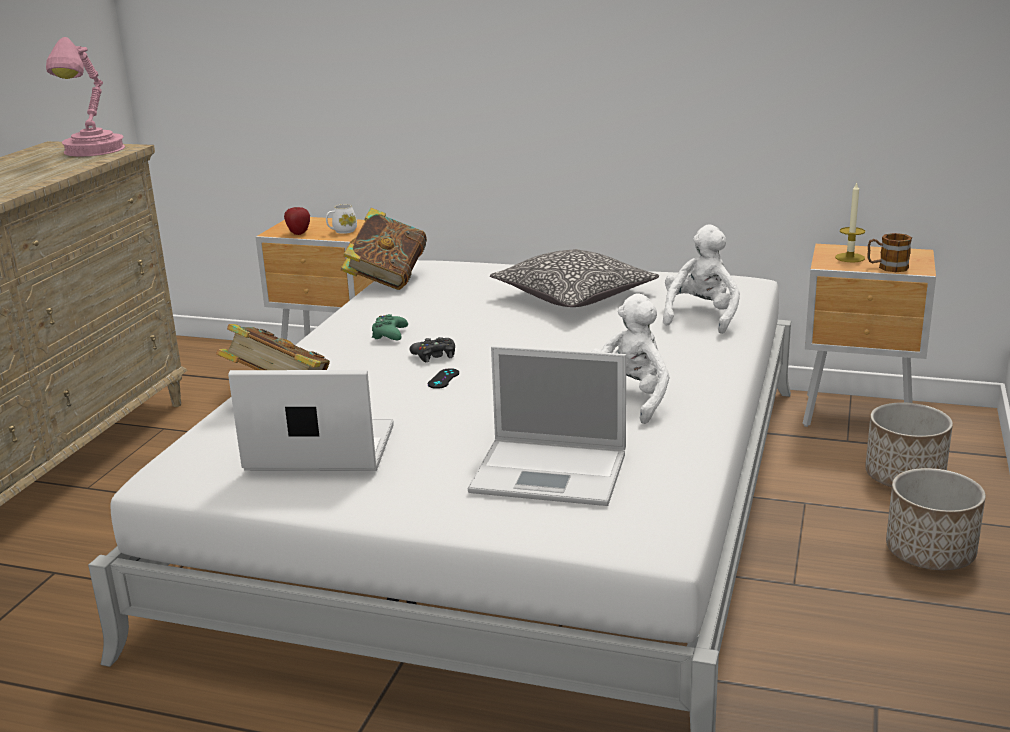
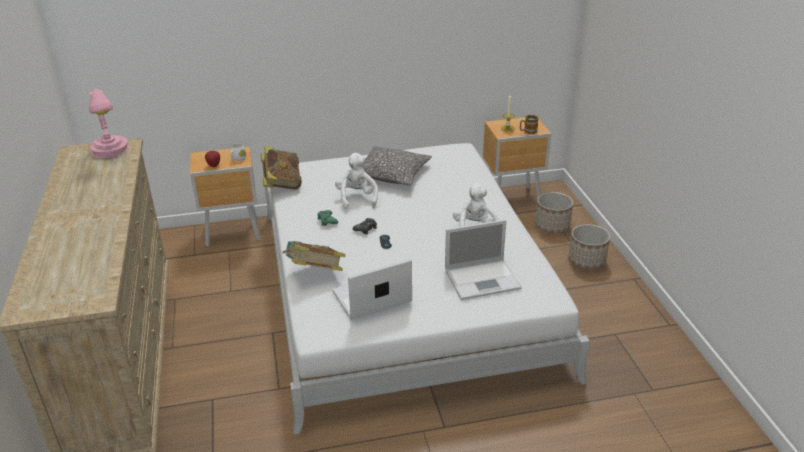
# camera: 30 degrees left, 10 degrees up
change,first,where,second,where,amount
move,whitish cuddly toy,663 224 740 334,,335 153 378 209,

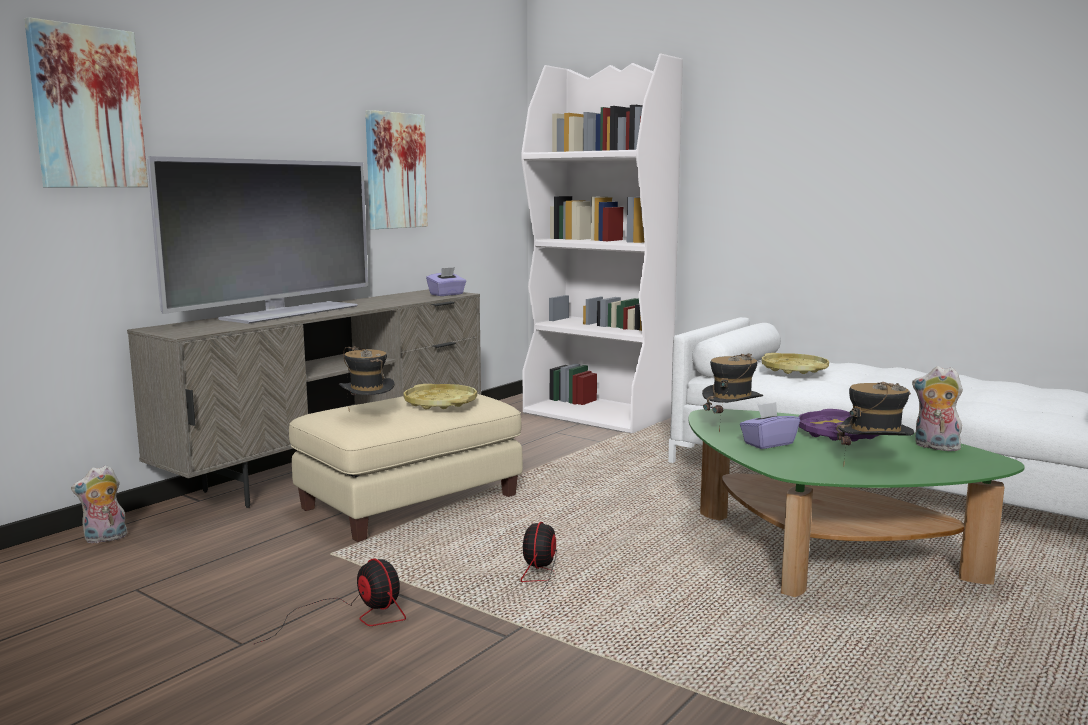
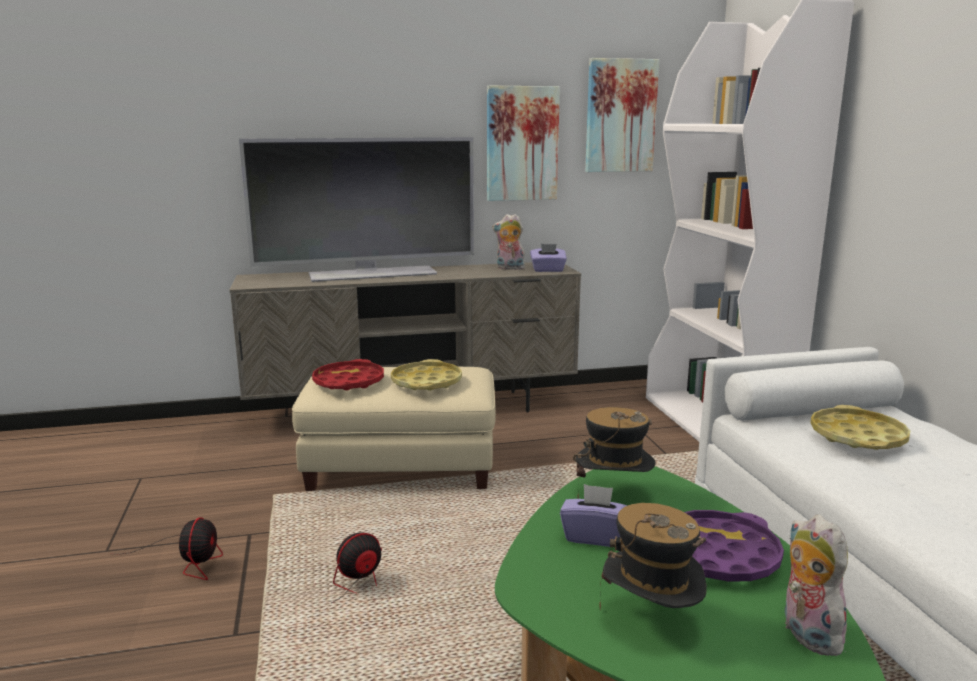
# camera: 40 degrees right, 5 degrees up
change,first,where,second,where,amount
move,picture,24 17 148 188,,585 58 659 172,
replace,wearable hat,339 346 395 409,red-coloured carrying tray,312 359 384 390,
move,cuddly toy,71 465 127 543,,492 214 525 270,

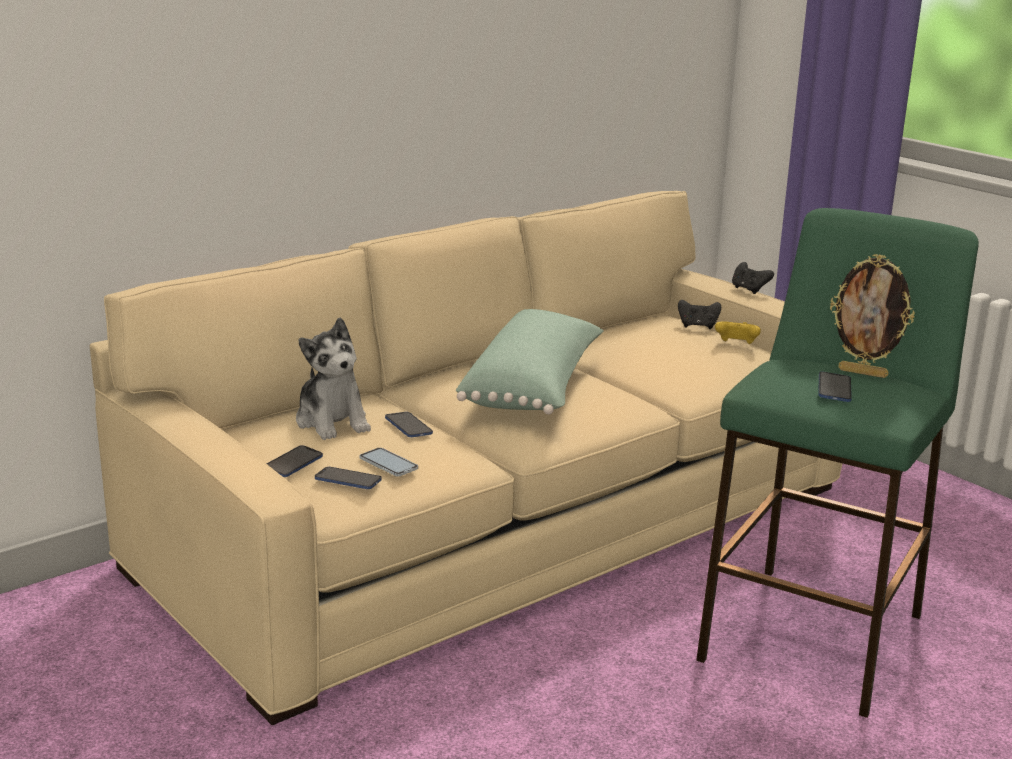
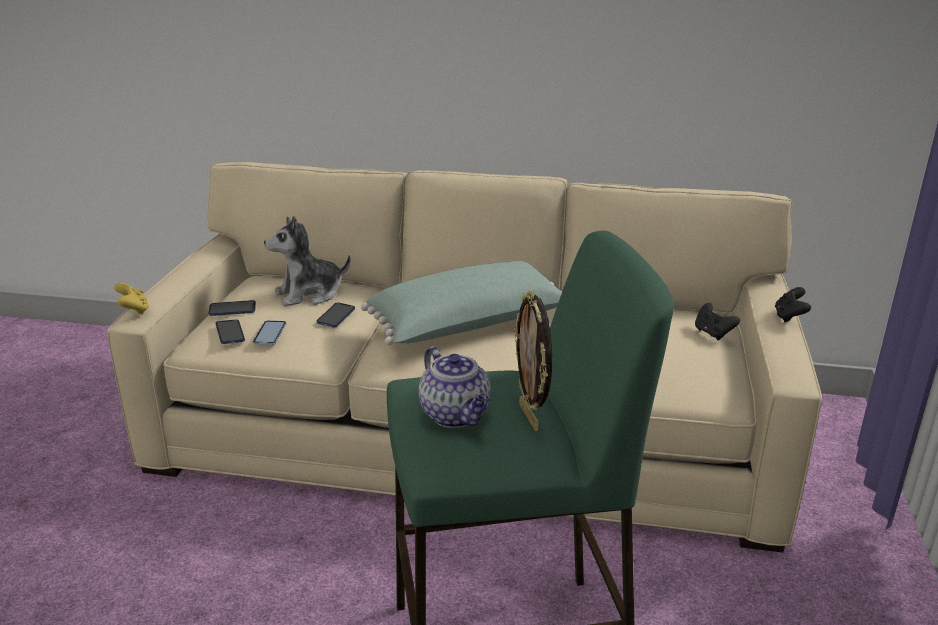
# camera: 50 degrees right, 5 degrees up
change,first,where,second,where,amount
rotate,cuddly toy,296 317 371 440,,264 216 351 307,45 degrees clockwise
move,yellowish gamepad,715 322 761 344,,114 283 149 315,
replace,telephone,818 372 852 402,pot for tea,419 346 491 428,

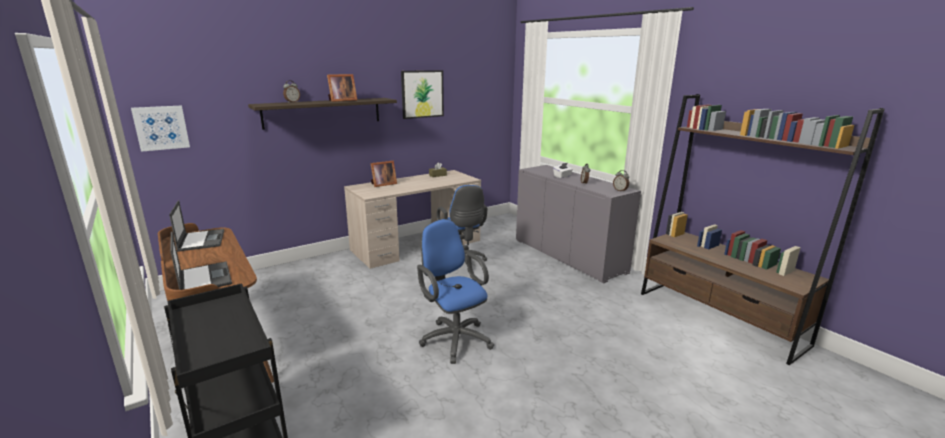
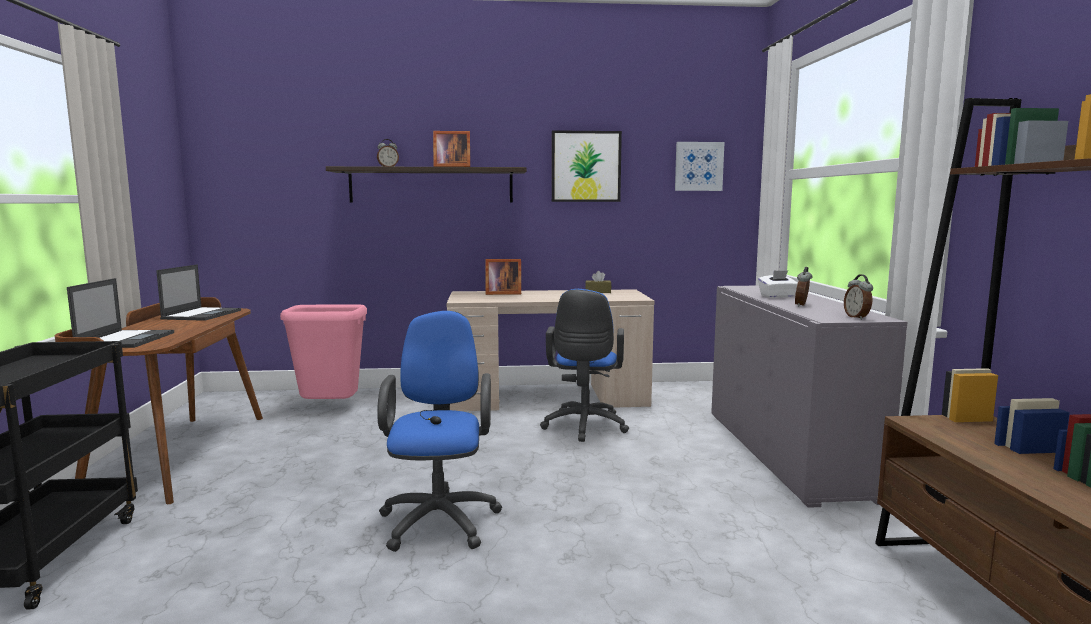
# camera: 30 degrees right, 10 degrees down
change,first,where,second,where,amount
move,picture,131 105 190 152,,675 142 725 191,
insert,,,pink trash can,280 305 367 399,

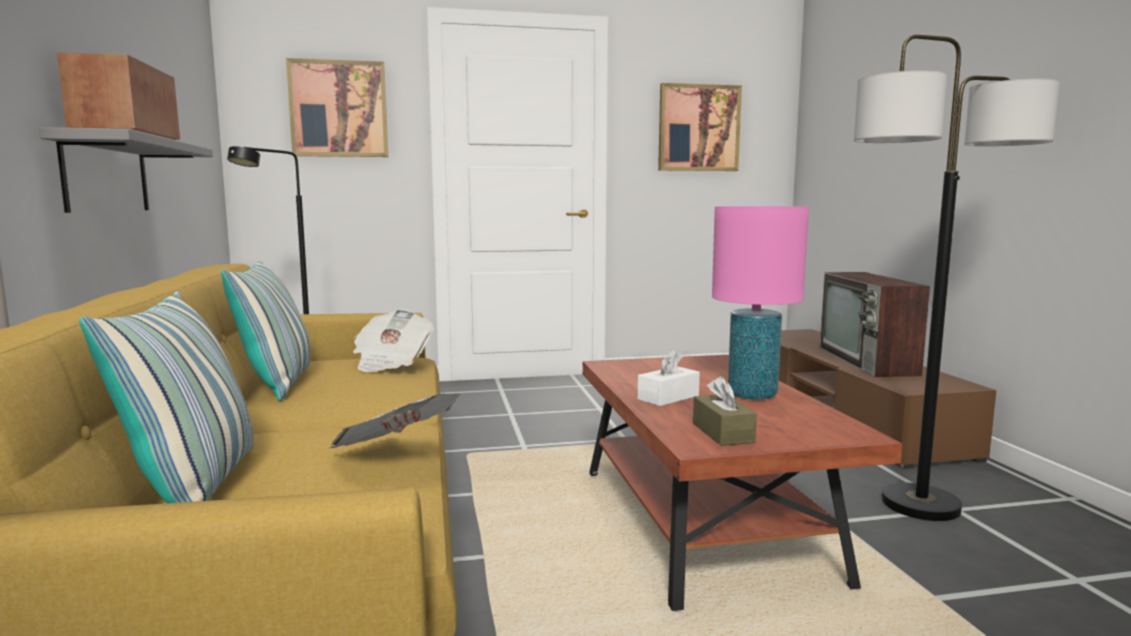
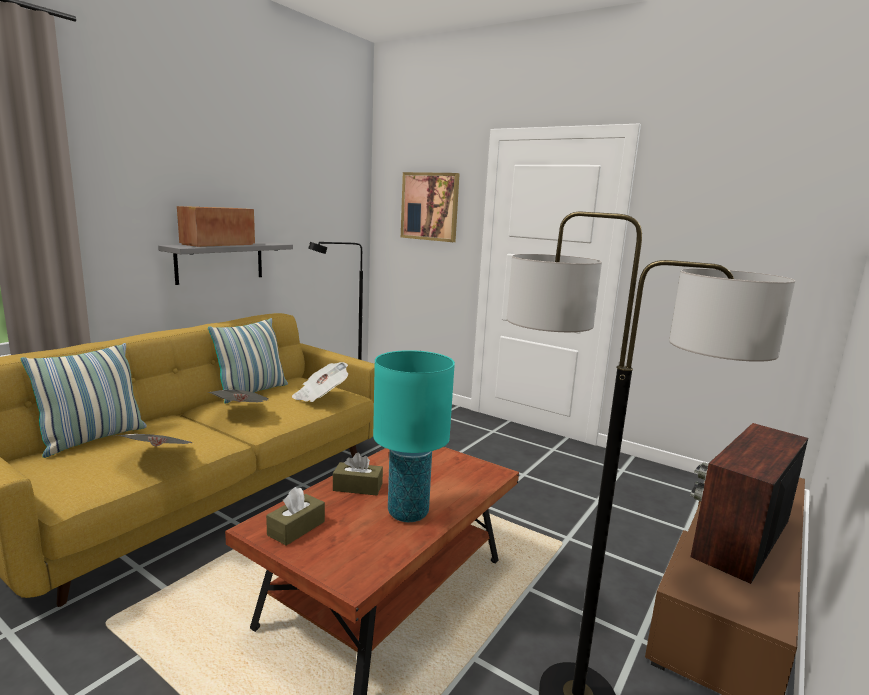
# camera: 45 degrees right, 5 degrees up
change,first,where,second,where,amount
delete,picture,658 83 742 171,,,
recolor,pink lamp for a table,712 206 809 400,blue-green lamp for a table,373 350 455 522,
recolor,whitish tissue holder,638 349 700 406,brown-coloured tissue holder,333 453 383 496,
insert,,,printed paper,207 390 269 402,

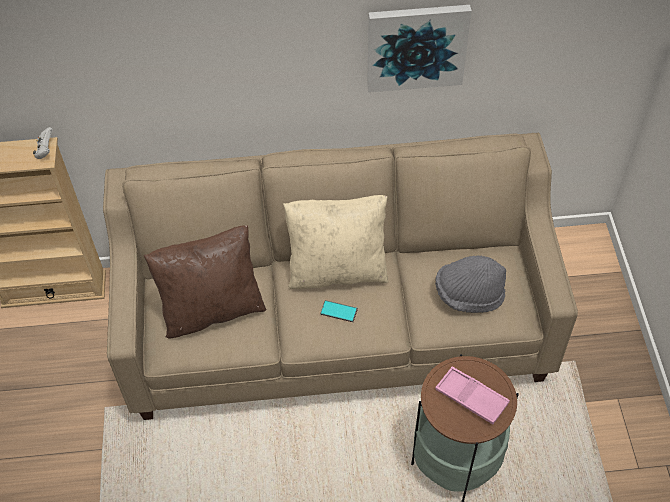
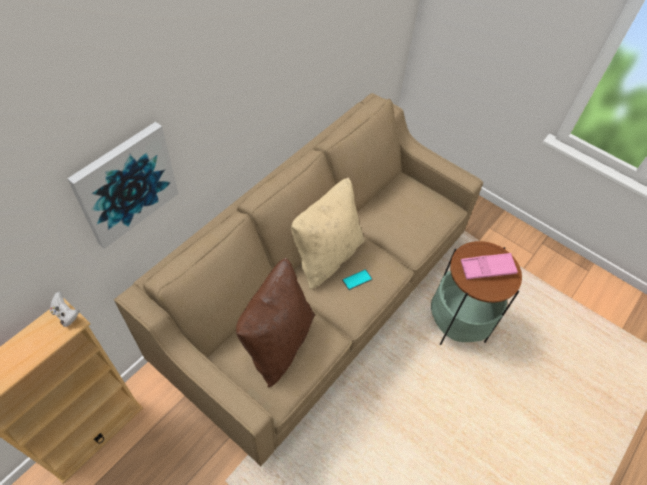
# camera: 50 degrees left, 0 degrees up
change,first,where,second,where,amount
move,picture,367 5 472 93,,67 122 179 249,
delete,greyish wearable hat,435 256 506 313,,,

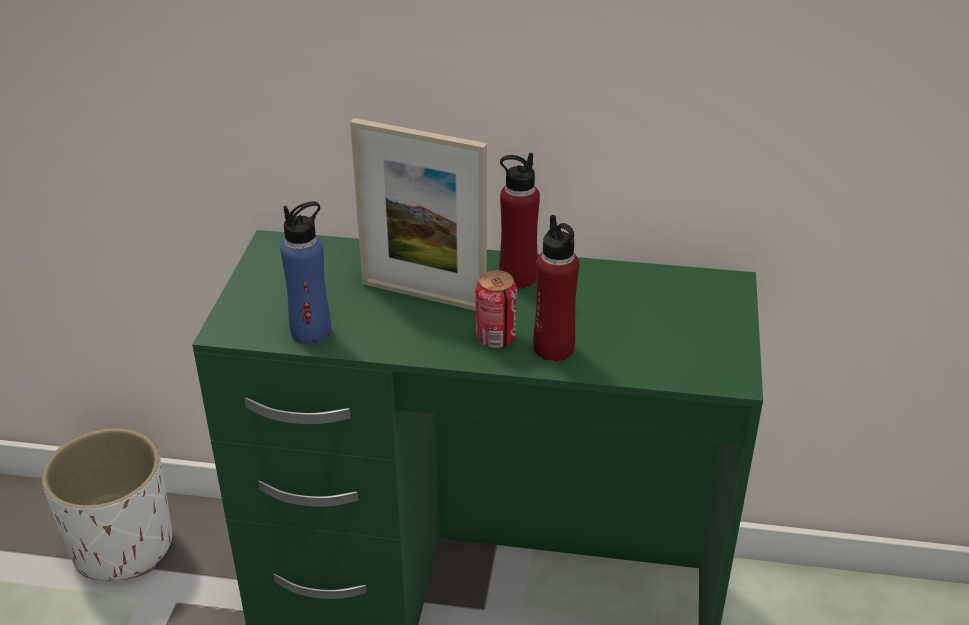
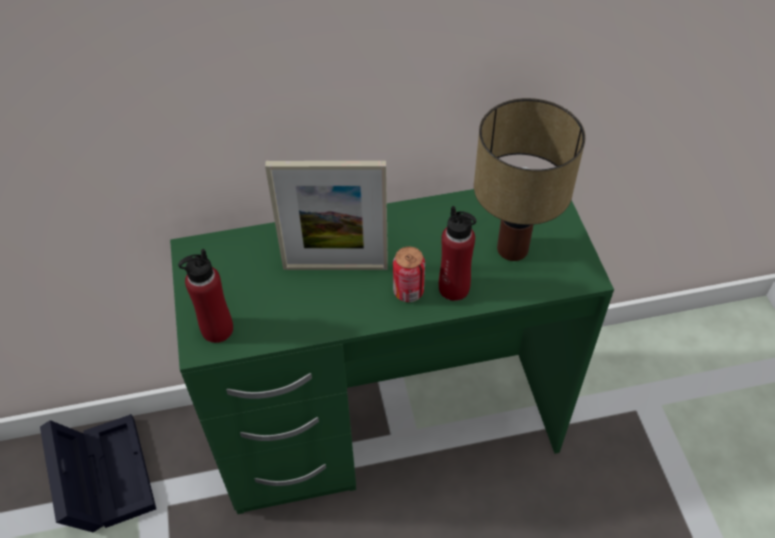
# camera: 20 degrees left, 15 degrees up
change,first,where,second,where,amount
move,red-coloured bottle,499 153 540 289,,178 248 233 343,
delete,blue bottle,280 201 331 344,,,
replace,whitish plant pot,42 428 172 581,blackish storage bin,40 414 156 532,
insert,,,lamp for a table,474 98 585 261,

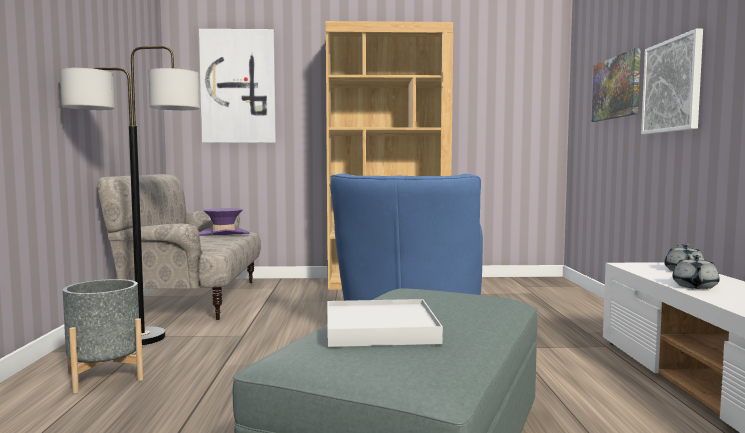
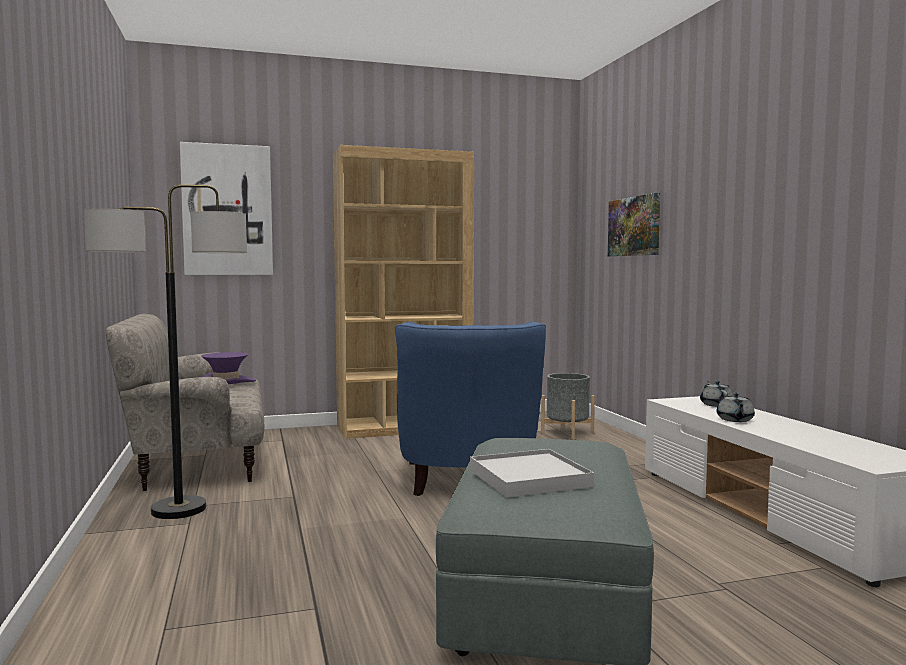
# camera: 15 degrees left, 0 degrees up
change,first,where,second,where,amount
delete,picture,641 29 703 134,,,
move,greyish plant pot,63 279 143 393,,541 373 595 440,

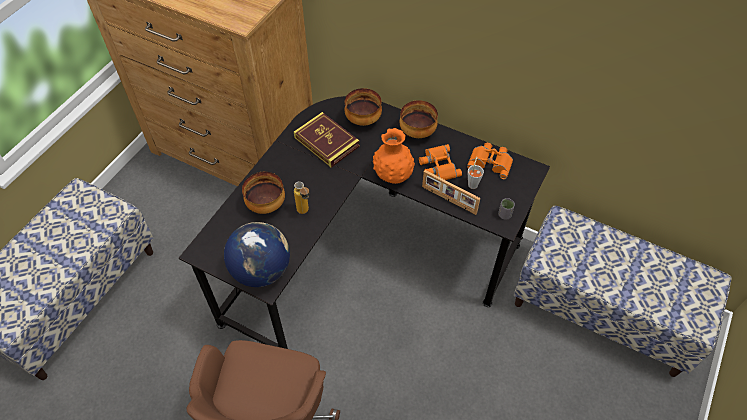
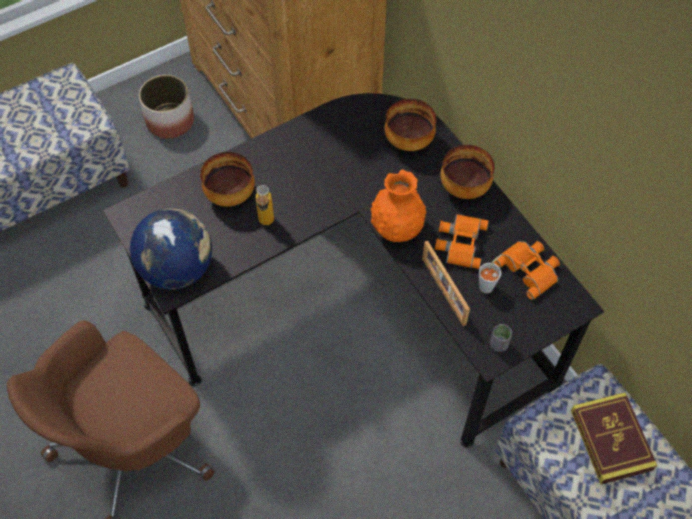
# camera: 30 degrees right, 5 degrees up
change,first,where,second,where,amount
move,bound book,294 112 360 168,,571 392 657 484,
insert,,,plant pot,139 74 194 139,

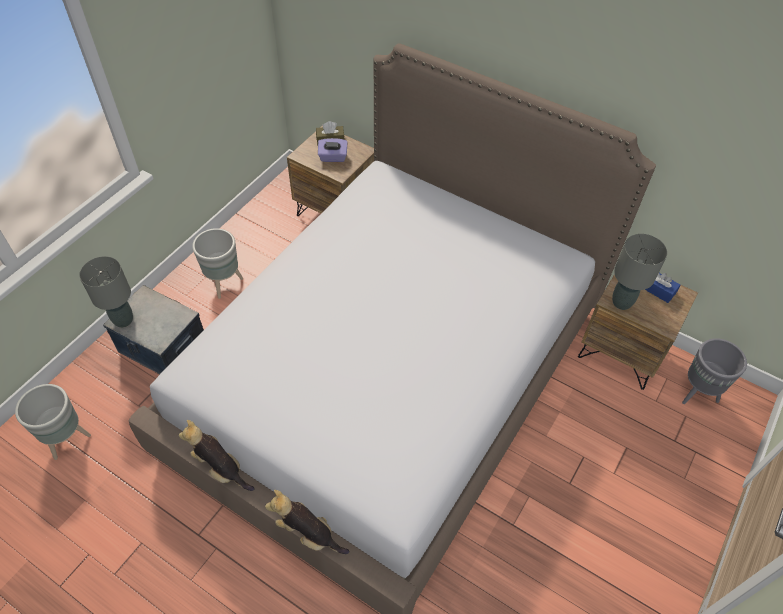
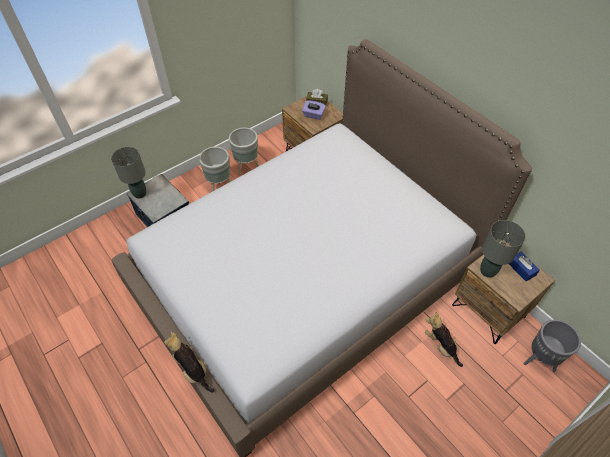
# camera: 20 degrees right, 0 degrees up
change,first,where,second,where,amount
move,greyish plant pot,15 384 91 460,,229 128 259 176,
move,cuddly toy,179 420 255 491,,425 312 463 367,

